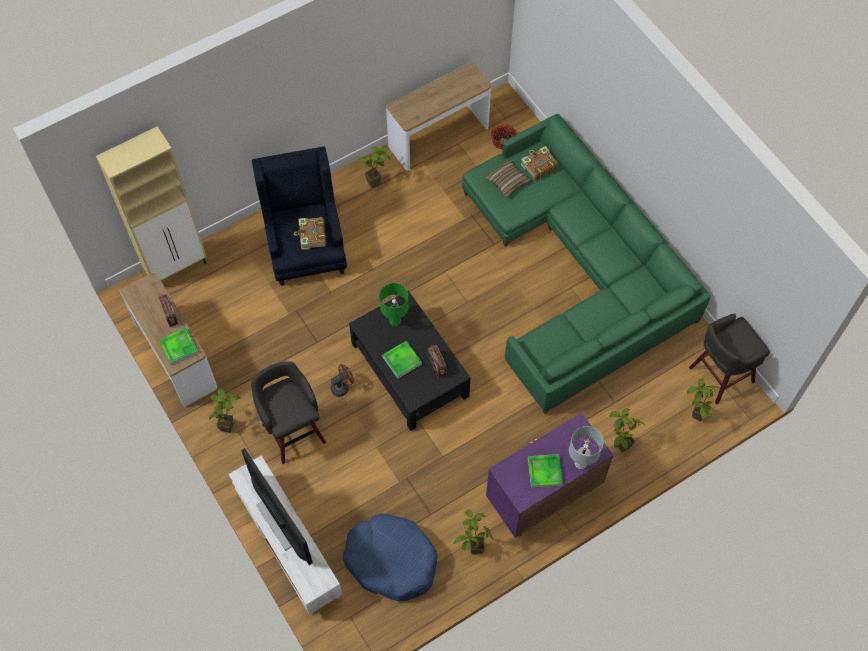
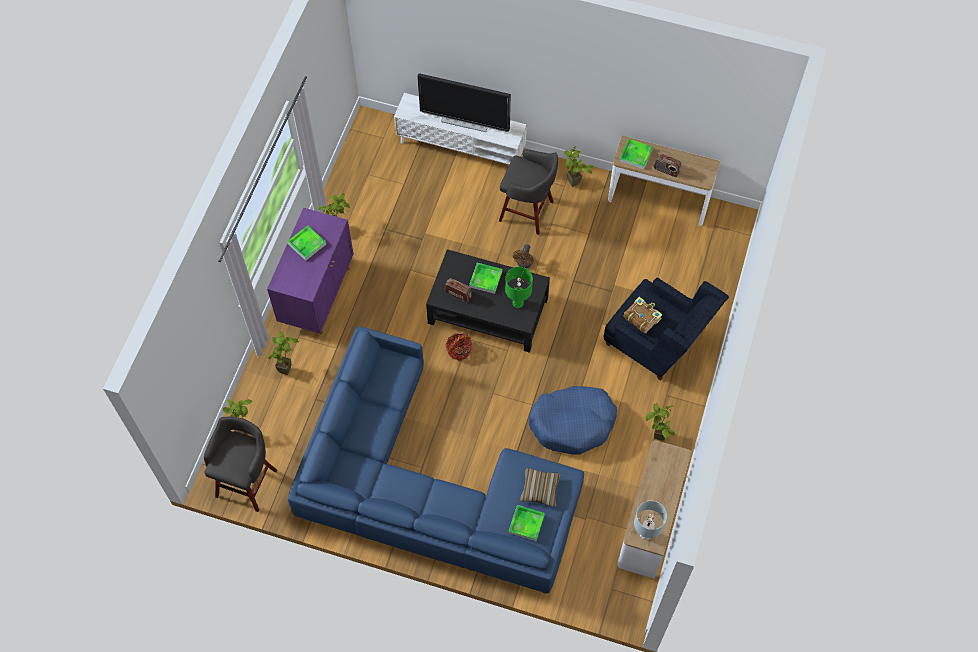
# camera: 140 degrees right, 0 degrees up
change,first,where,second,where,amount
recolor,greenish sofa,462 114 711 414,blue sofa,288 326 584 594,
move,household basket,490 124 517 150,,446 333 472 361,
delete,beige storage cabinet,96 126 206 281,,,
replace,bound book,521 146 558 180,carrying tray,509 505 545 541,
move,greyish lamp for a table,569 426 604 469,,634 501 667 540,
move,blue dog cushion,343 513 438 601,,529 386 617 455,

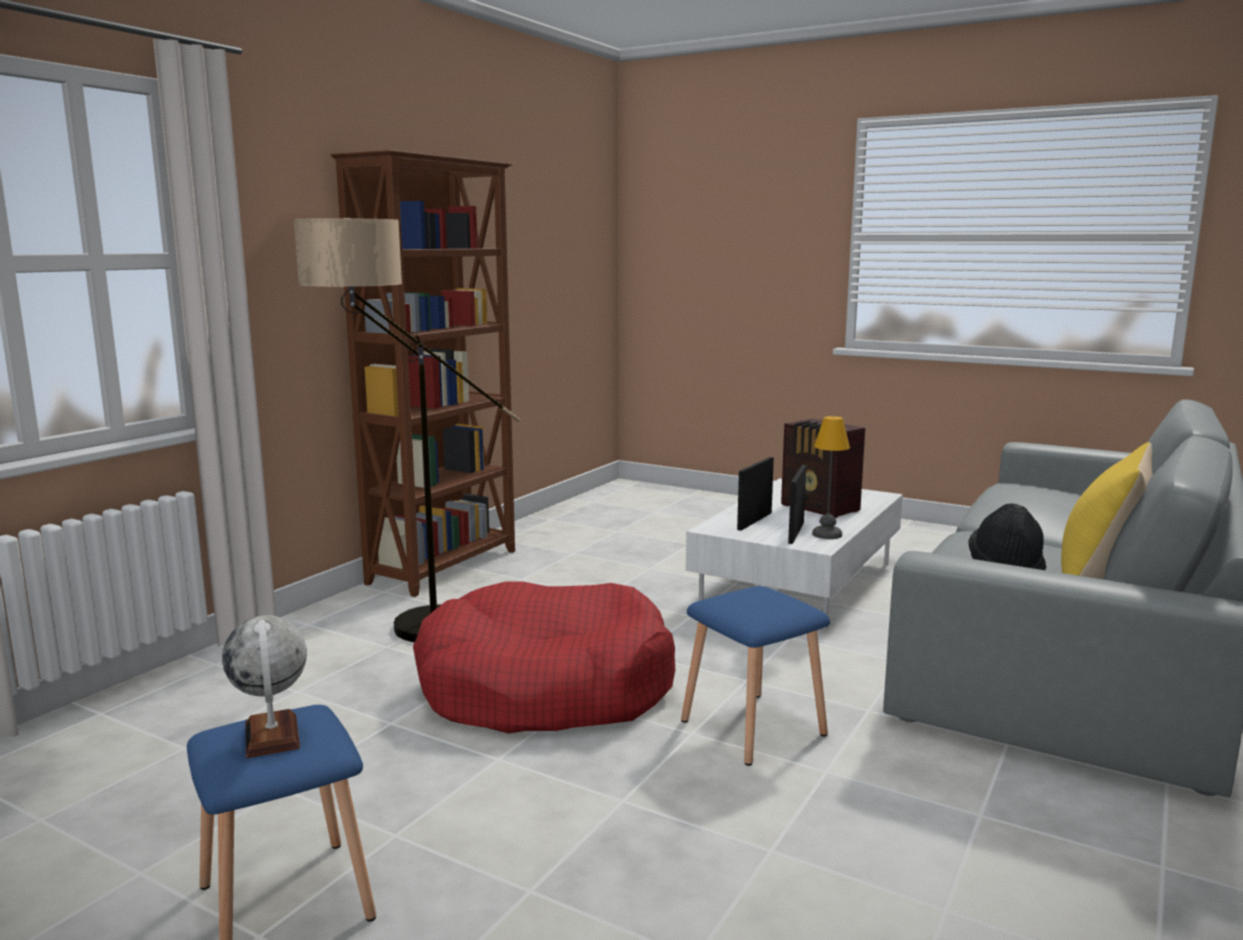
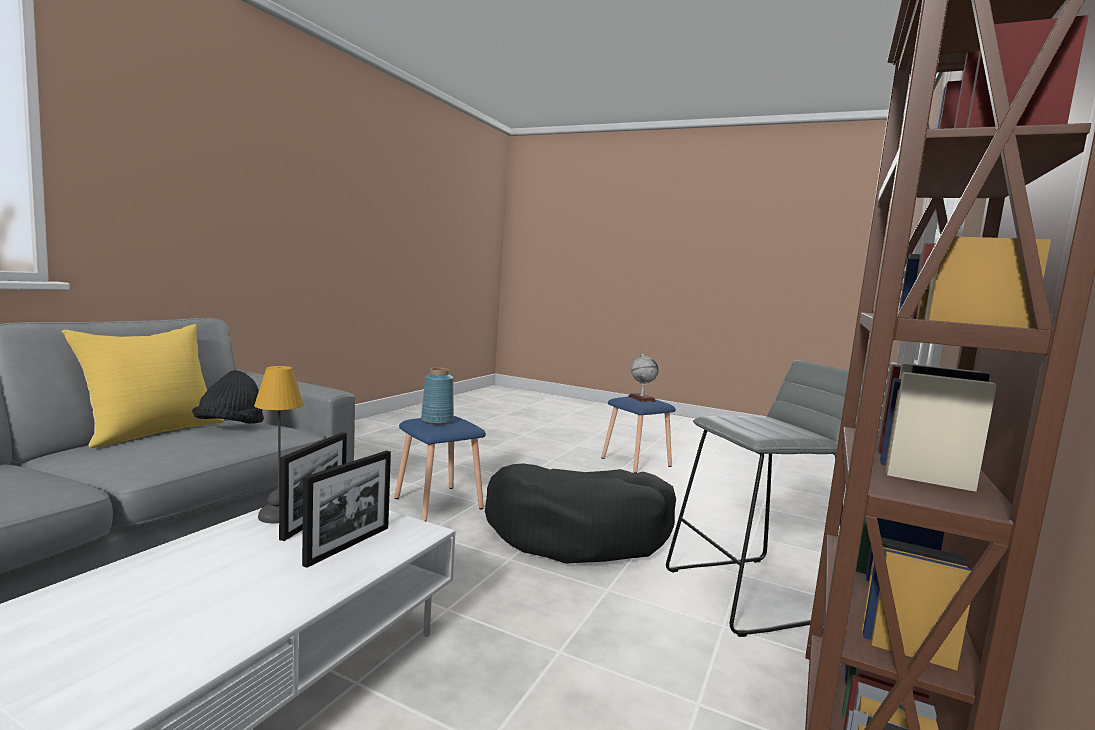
# camera: 175 degrees right, 5 degrees down
change,first,where,second,where,amount
replace,standing lamp,293 218 520 642,greyish stool seat,666 360 864 637,
delete,radio,781 418 865 518,,,
recolor,red-coloured dog cushion,413 581 675 734,blackish dog cushion,485 463 676 564,
insert,,,blue decorative vase,421 368 454 425,

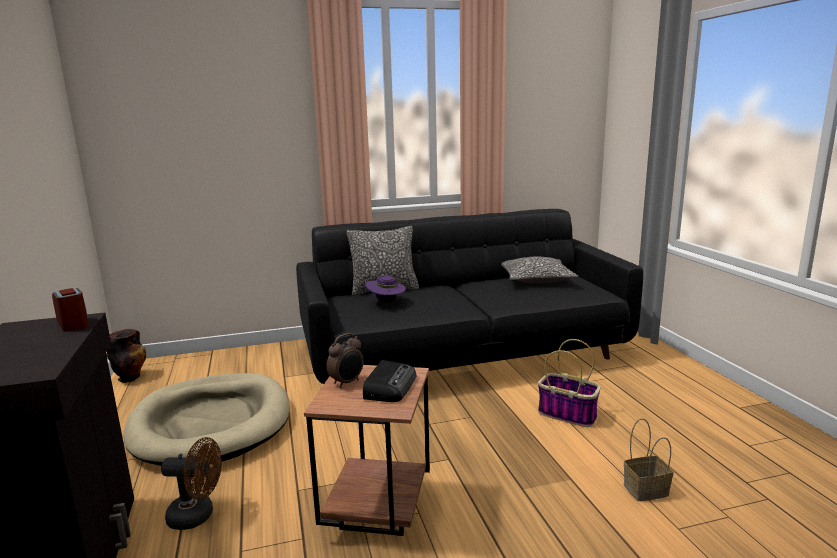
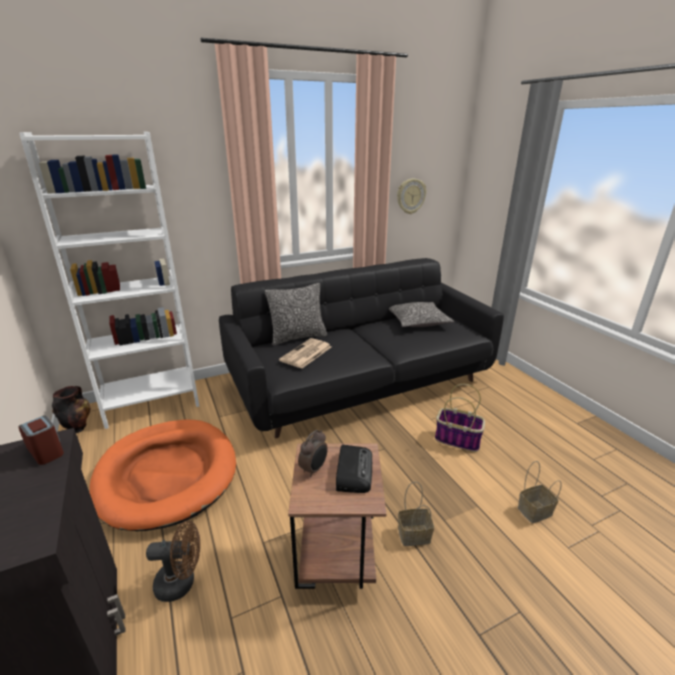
# camera: 10 degrees left, 10 degrees up
change,first,where,second,where,amount
replace,purple wearable hat,365 275 406 303,printed paper,279 338 331 369,
recolor,beige dog cushion,123 373 290 466,orangey dog cushion,90 420 236 531,
insert,,,whitish shelving unit,19 132 199 429,
insert,,,wall clock,397 178 426 214,
insert,,,household basket,398 481 434 546,

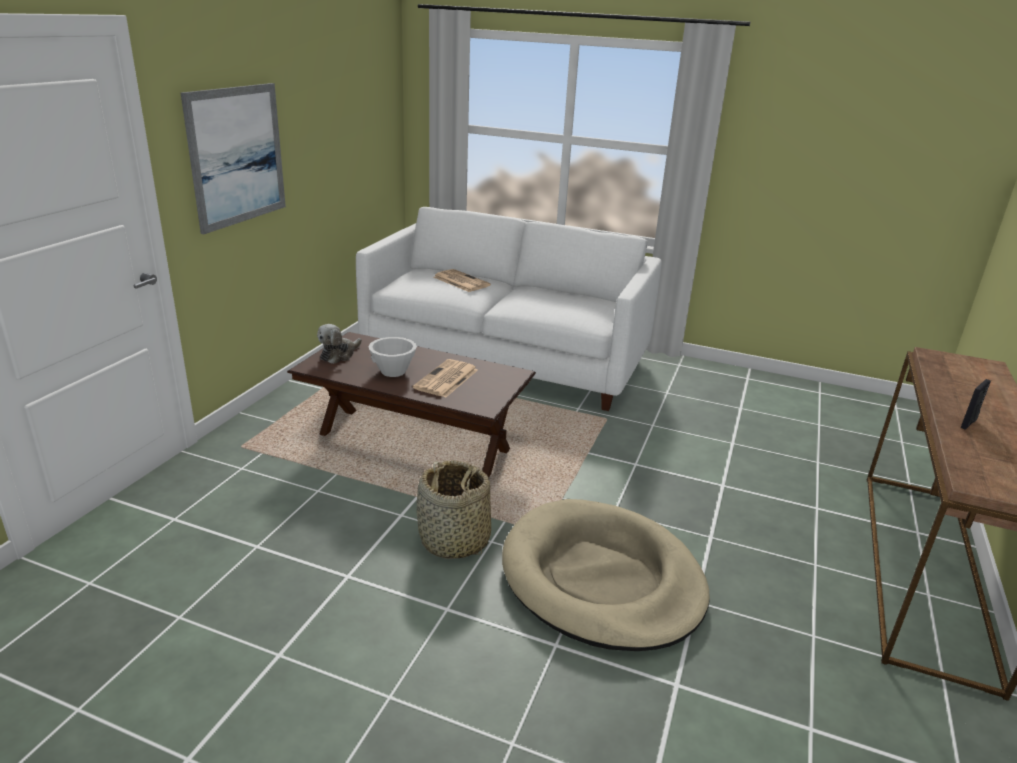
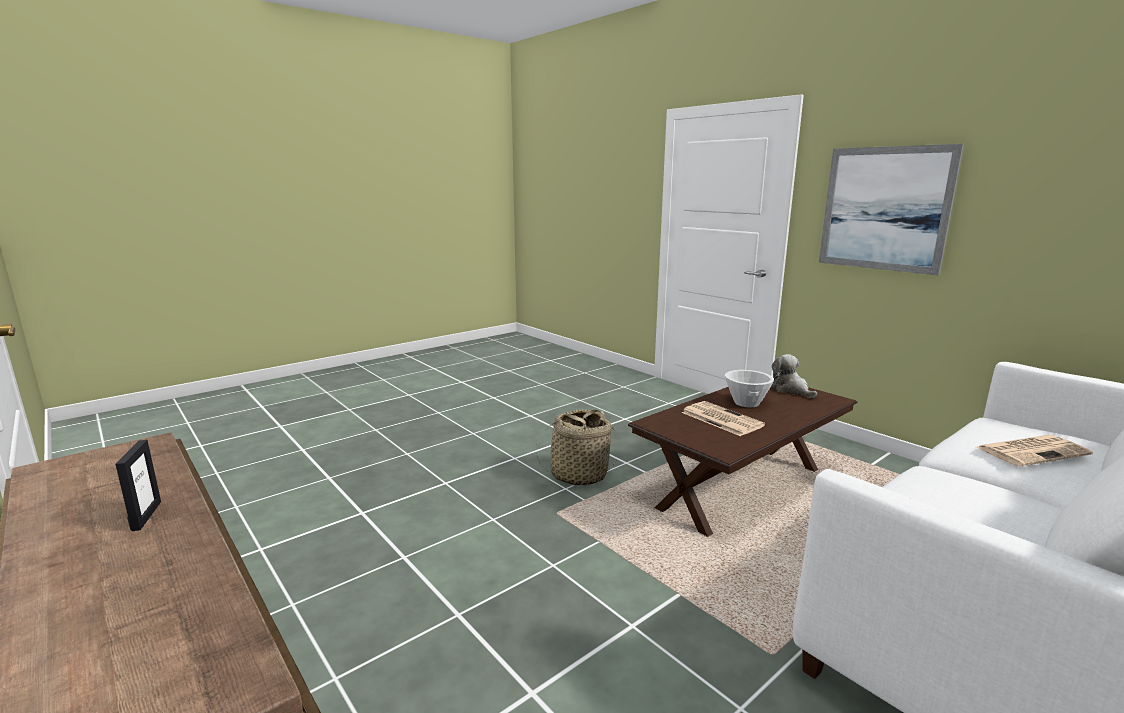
# camera: 120 degrees right, 10 degrees down
change,first,where,second,where,amount
delete,beige dog cushion,502 499 710 651,,,

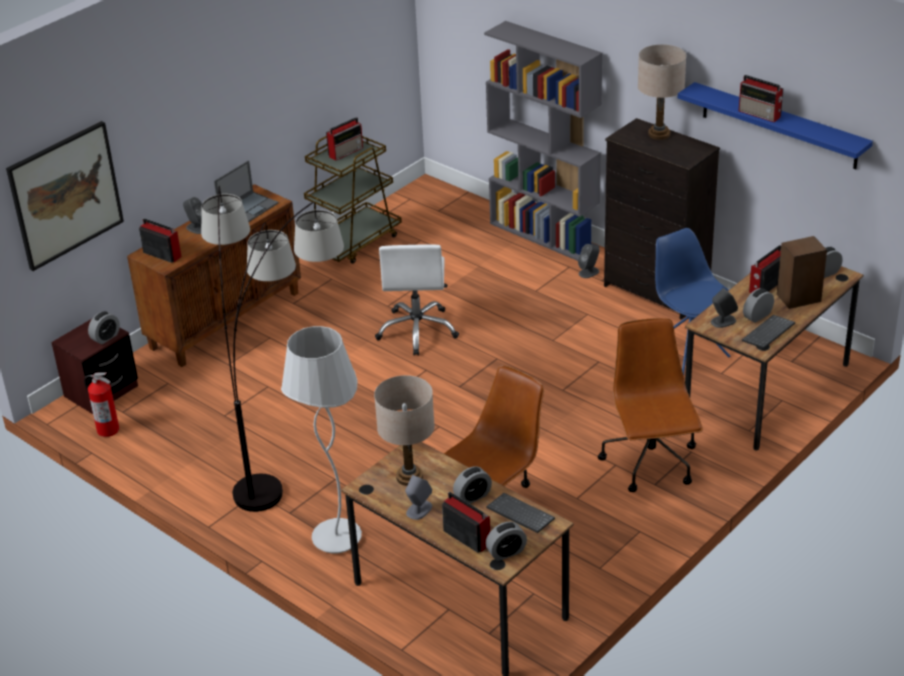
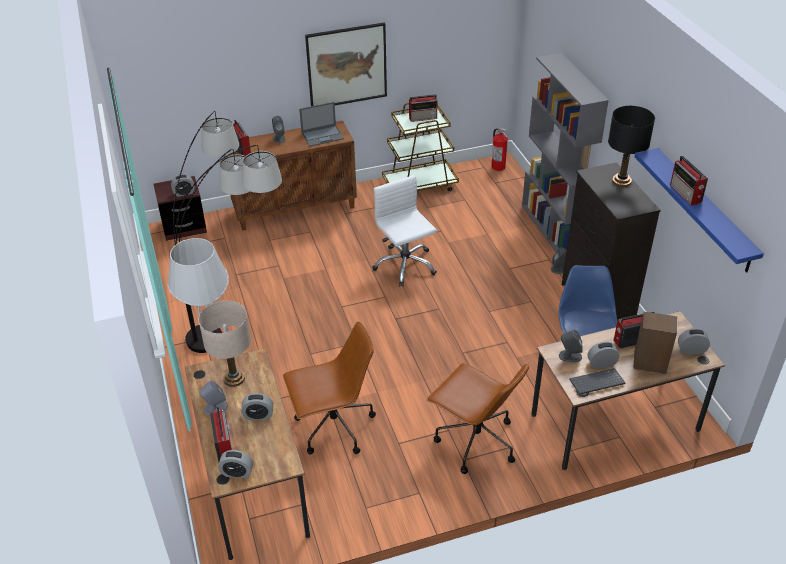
# camera: 30 degrees right, 5 degrees up
change,first,where,second,where,amount
recolor,beige lamp for a table,638 44 686 140,blackish lamp for a table,608 106 655 187,
move,picture,6 121 124 271,,305 22 387 106,
rotate,whitish computer chair,375 244 459 356,,372 175 437 287,120 degrees clockwise
rotate,brown-coloured computer chair,598 318 703 492,,426 363 529 474,105 degrees clockwise
move,fire extinguisher,84 372 119 437,,491 128 508 171,
delete,PC keyboard,486 493 555 533,,,

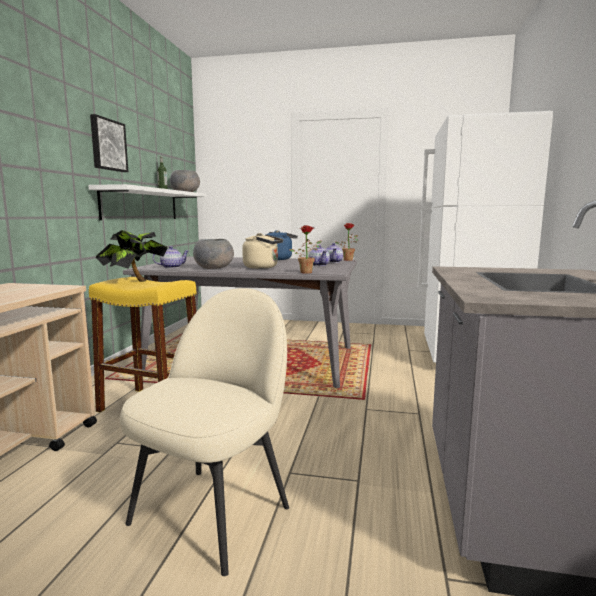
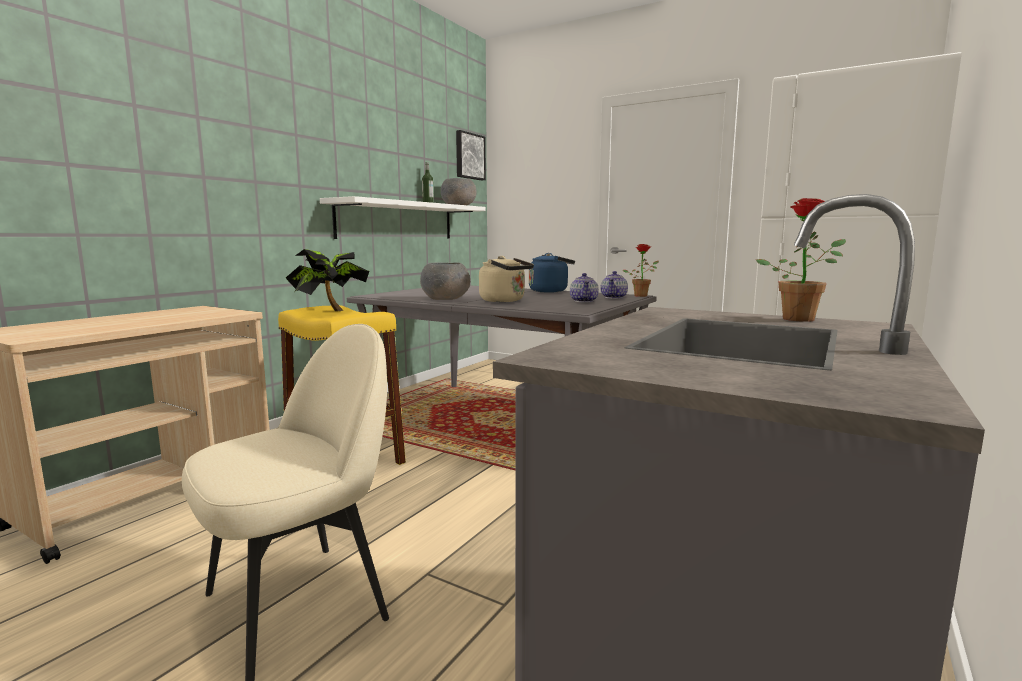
# camera: 20 degrees right, 0 degrees up
change,first,where,second,where,amount
move,picture,90 114 128 172,,456 130 486 180,
move,plant in a pot,289 225 322 274,,756 198 846 322,
delete,pot for tea,153 246 188 268,,,

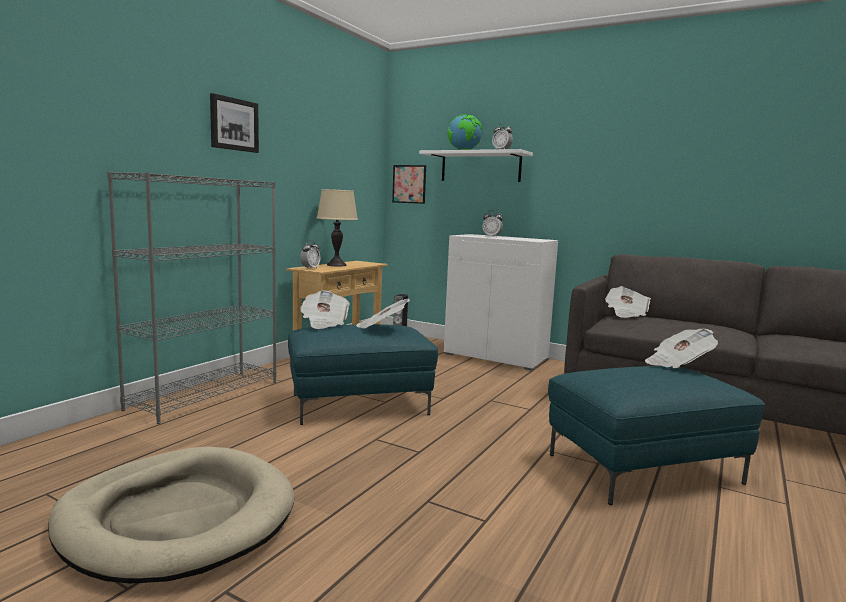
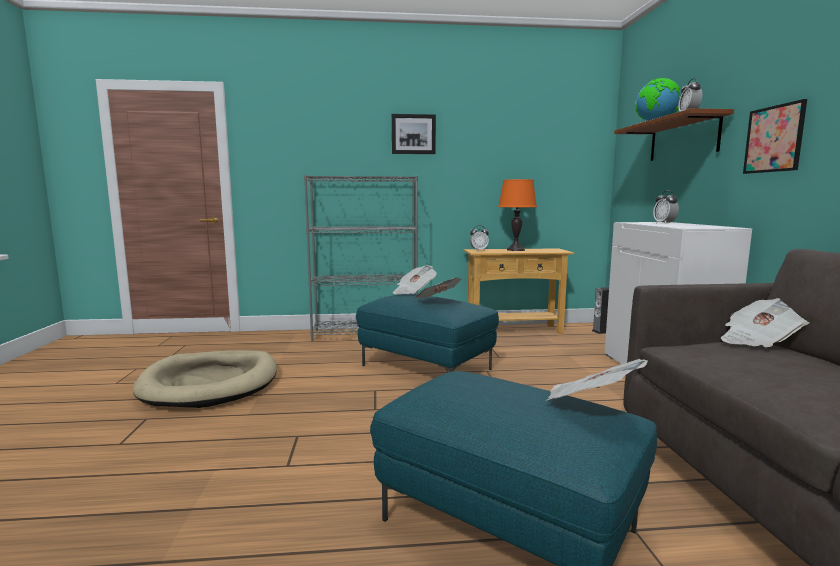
# camera: 55 degrees right, 0 degrees up
change,first,where,second,where,amount
recolor,whitish wall shelf,419 149 533 182,brown-coloured wall shelf,614 108 734 161,
move,picture,392 165 426 204,,743 99 807 174,
recolor,beige lamp for a table,317 189 358 266,orangey lamp for a table,498 179 537 251,

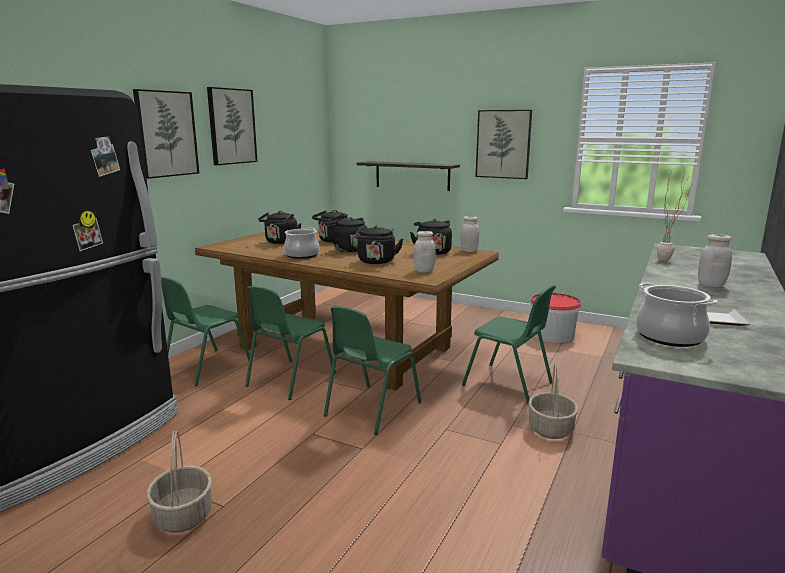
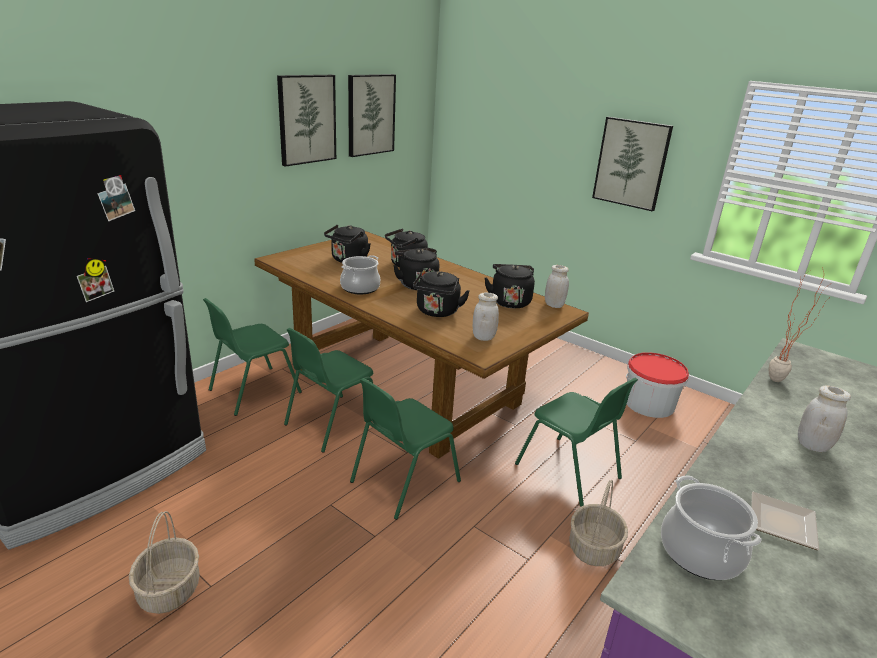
# camera: 10 degrees right, 10 degrees up
change,first,where,second,where,amount
move,picture,133 89 199 179,,348 74 396 157,
delete,wall shelf,357 161 460 191,,,

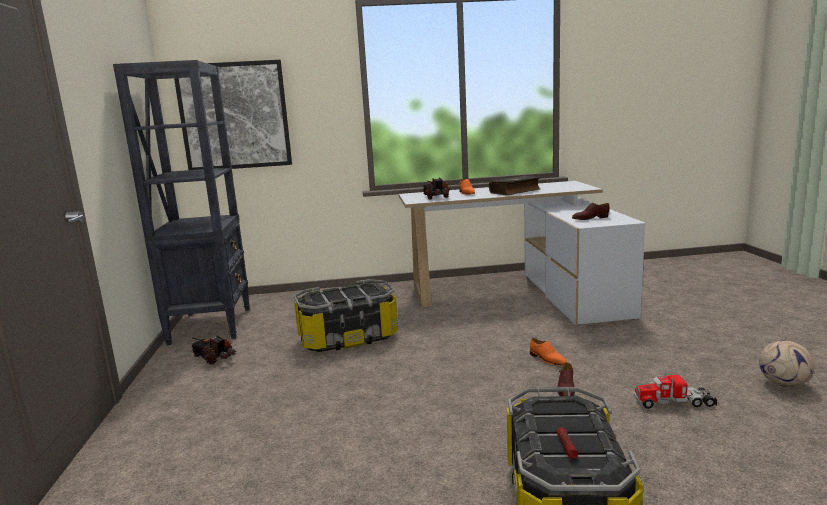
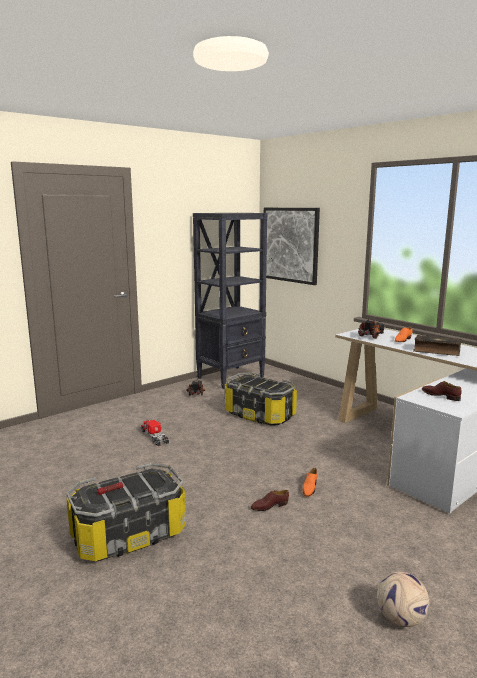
# camera: 55 degrees right, 0 degrees up
change,first,where,second,where,amount
move,toy lorry,634 370 718 409,,141 419 169 446,

